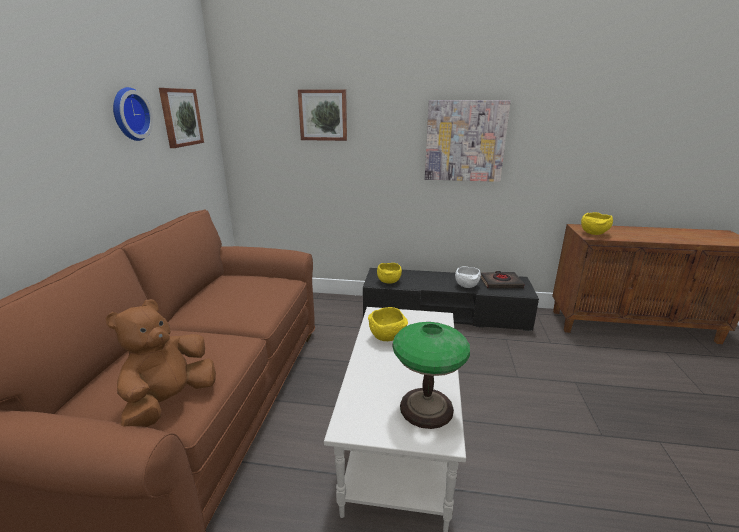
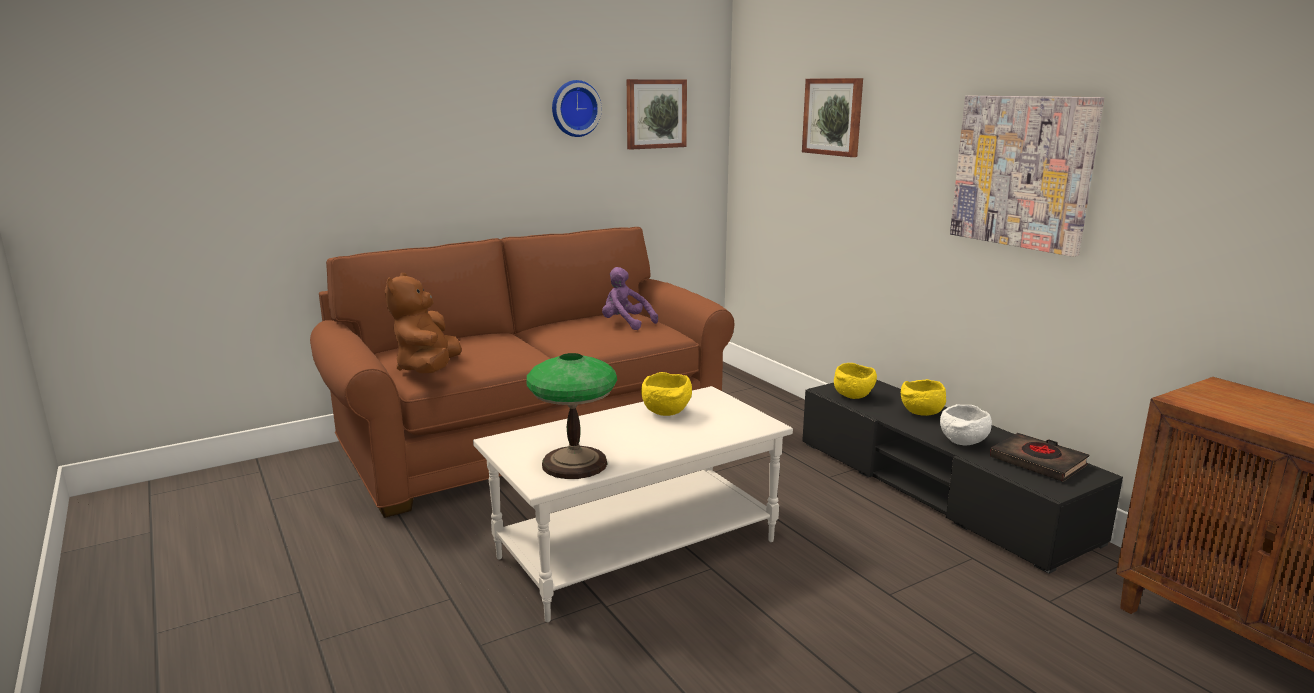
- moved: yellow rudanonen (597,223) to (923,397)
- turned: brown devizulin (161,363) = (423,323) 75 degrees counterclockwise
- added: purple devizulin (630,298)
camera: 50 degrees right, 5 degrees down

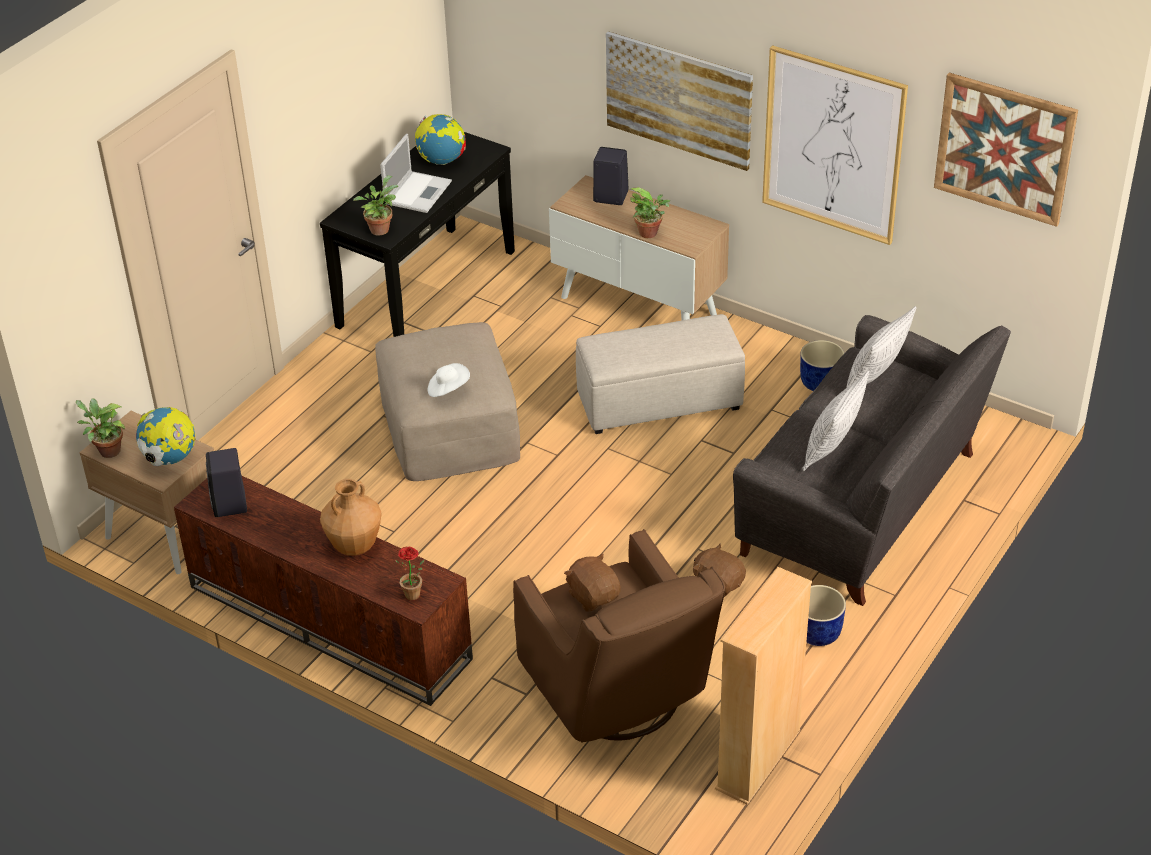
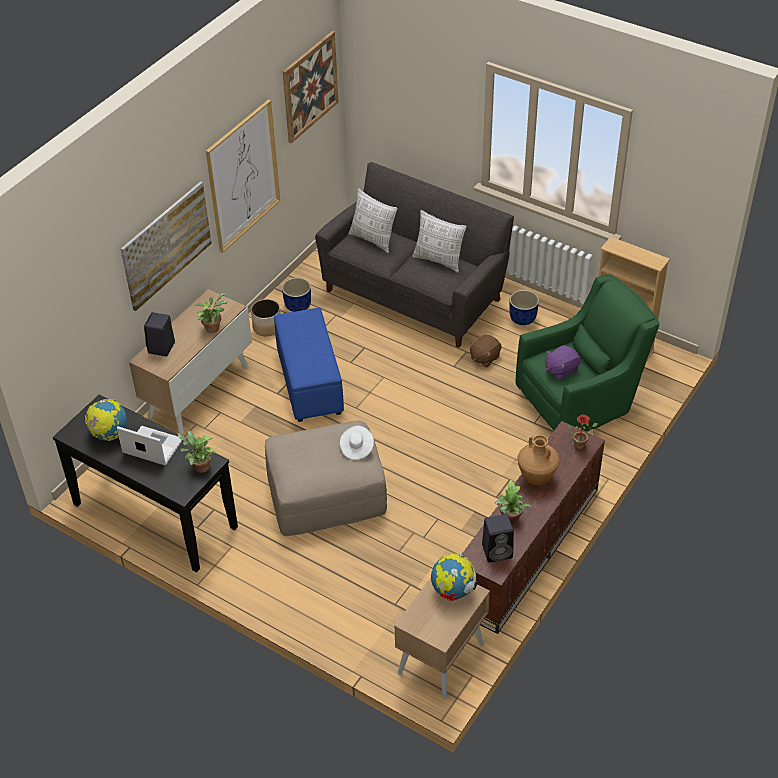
- recoloured: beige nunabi (660,374) to blue nunabi (309,364)
- moved: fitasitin (100,428) to (513,502)
- recoloured: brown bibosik (619,636) to green bibosik (587,353)
- recoloured: brown devizulin (592,583) to purple devizulin (563,362)
- added: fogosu (266,317)
camera: 90 degrees left, 5 degrees up

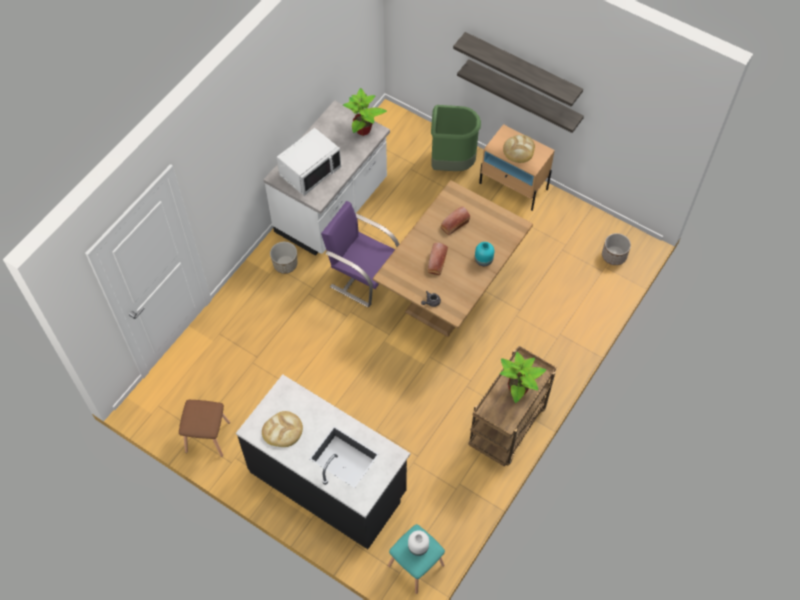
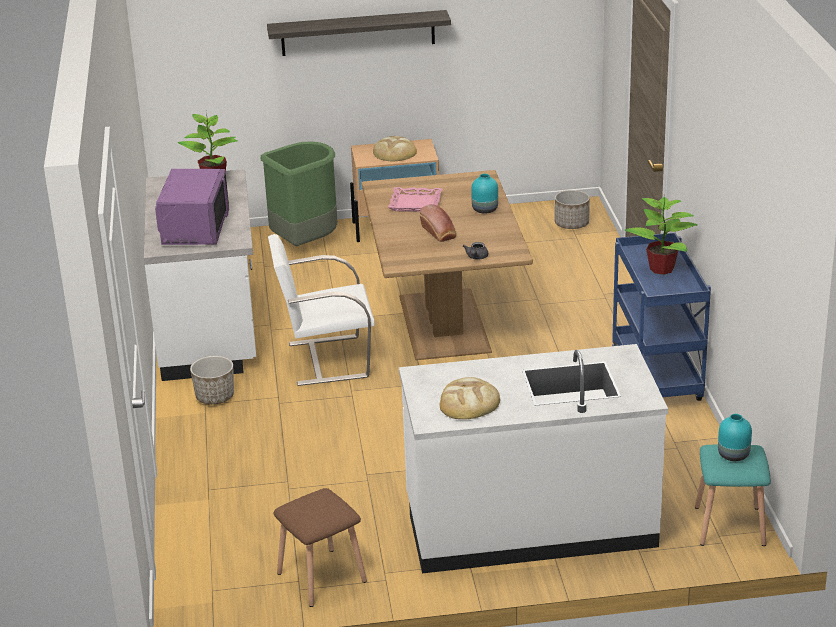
- removed: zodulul (520,96)
- recoloured: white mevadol (309,162) to purple mevadol (192,207)
- recoloured: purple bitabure (360,254) to white bitabure (321,310)
- replaced: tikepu (455,220) to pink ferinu (415,199)
- recoloured: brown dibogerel (512,406) to blue dibogerel (661,317)
- recoloured: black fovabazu (323,461) to white fovabazu (533,458)
- recoloured: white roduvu (418,543) to turquoise roduvu (735,437)
camera: 40 degrees left, 30 degrees down

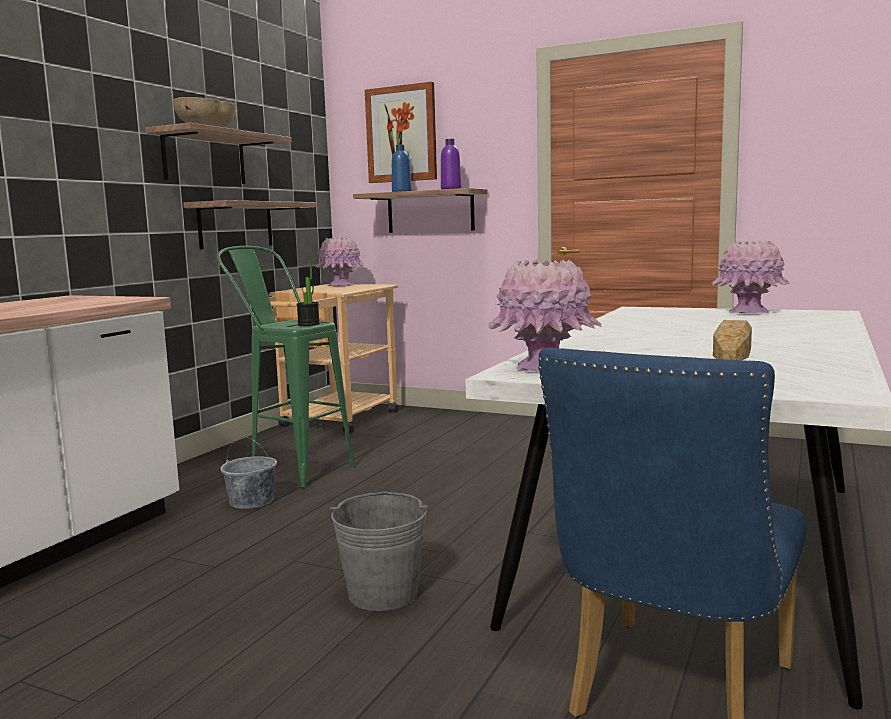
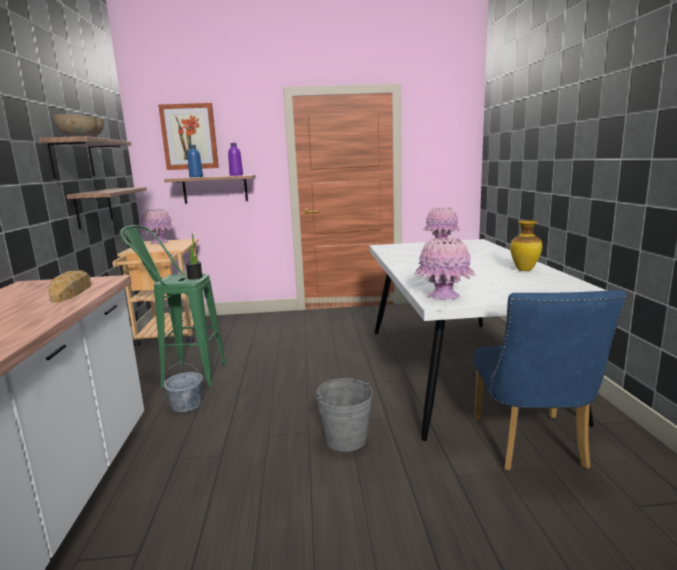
- moved: tikepu (732,340) to (69,286)
- added: roduvu (526,245)
camera: 30 degrees left, 5 degrees up

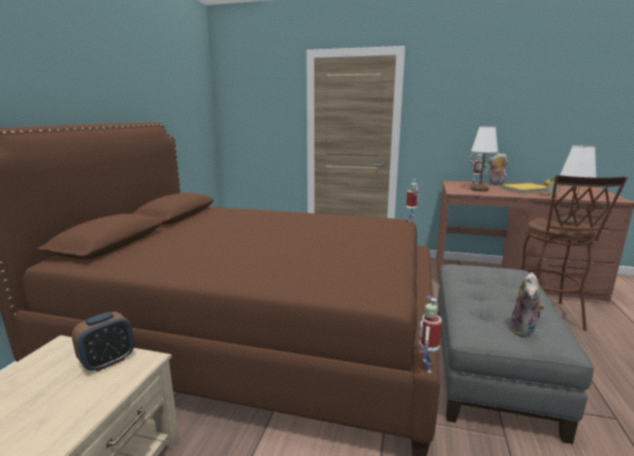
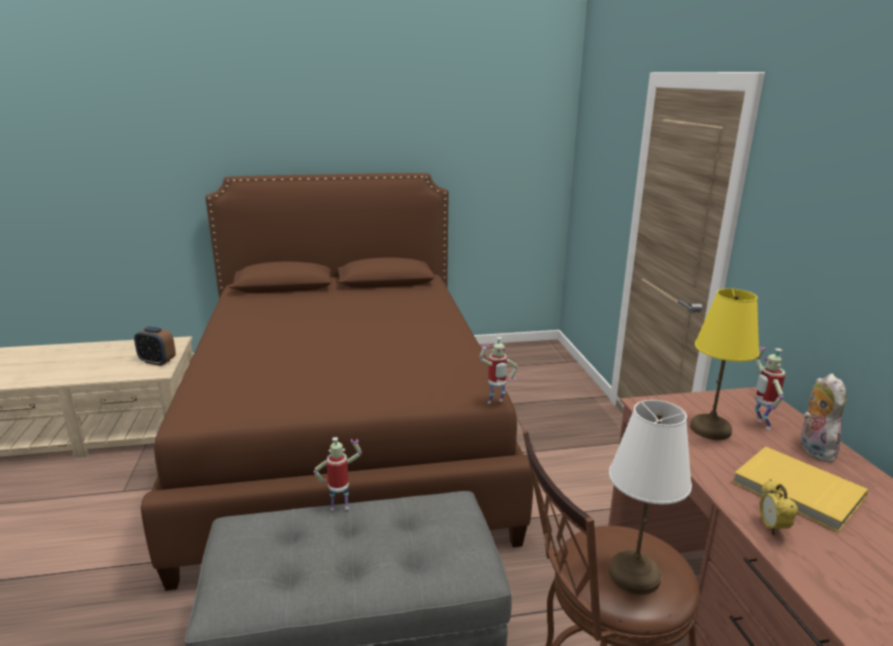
- recoloured: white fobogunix (484,159) to yellow fobogunix (724,364)
- removed: devizulin (527,305)
- moved: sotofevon (430,334) to (338,474)
camera: 65 degrees right, 5 degrees up

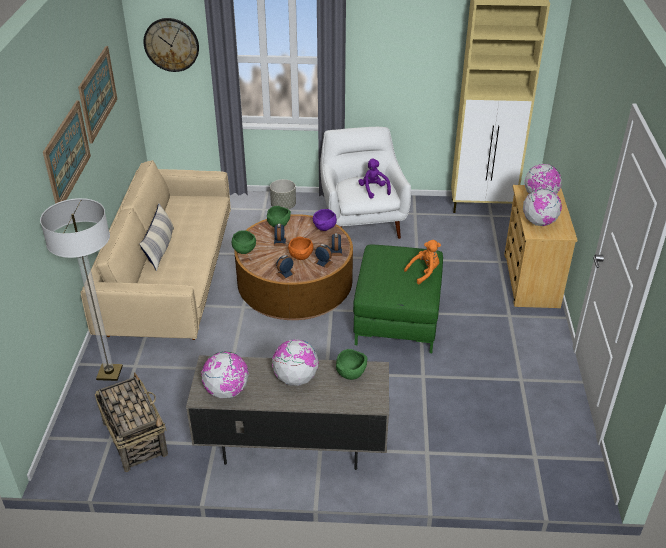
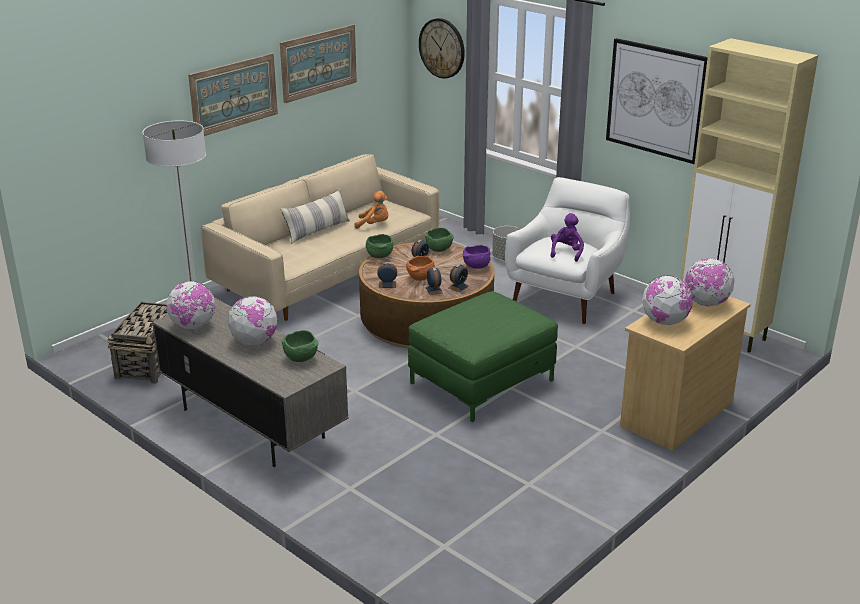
- moved: orange devizulin (422,262) to (371,210)
- added: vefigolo (657,101)
camera: 40 degrees right, 10 degrees down

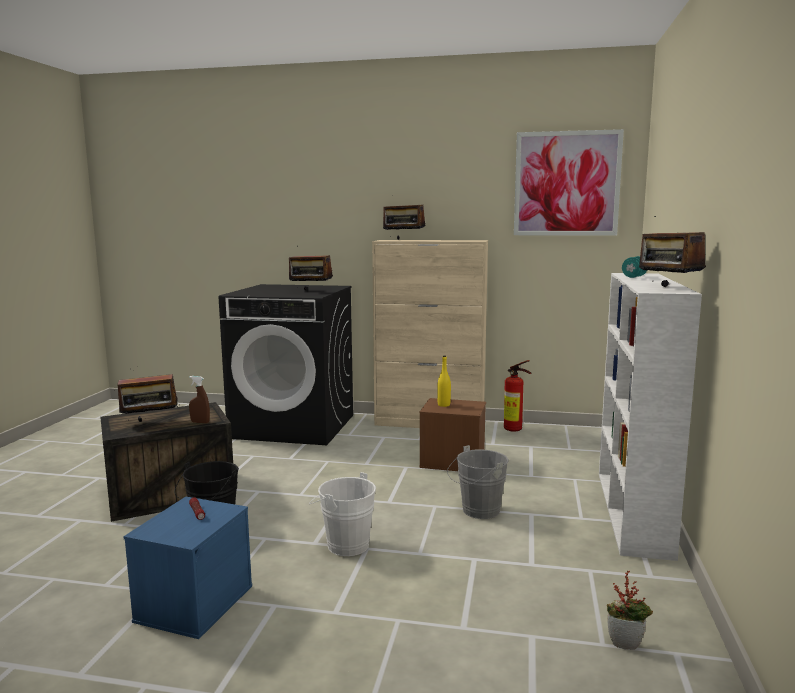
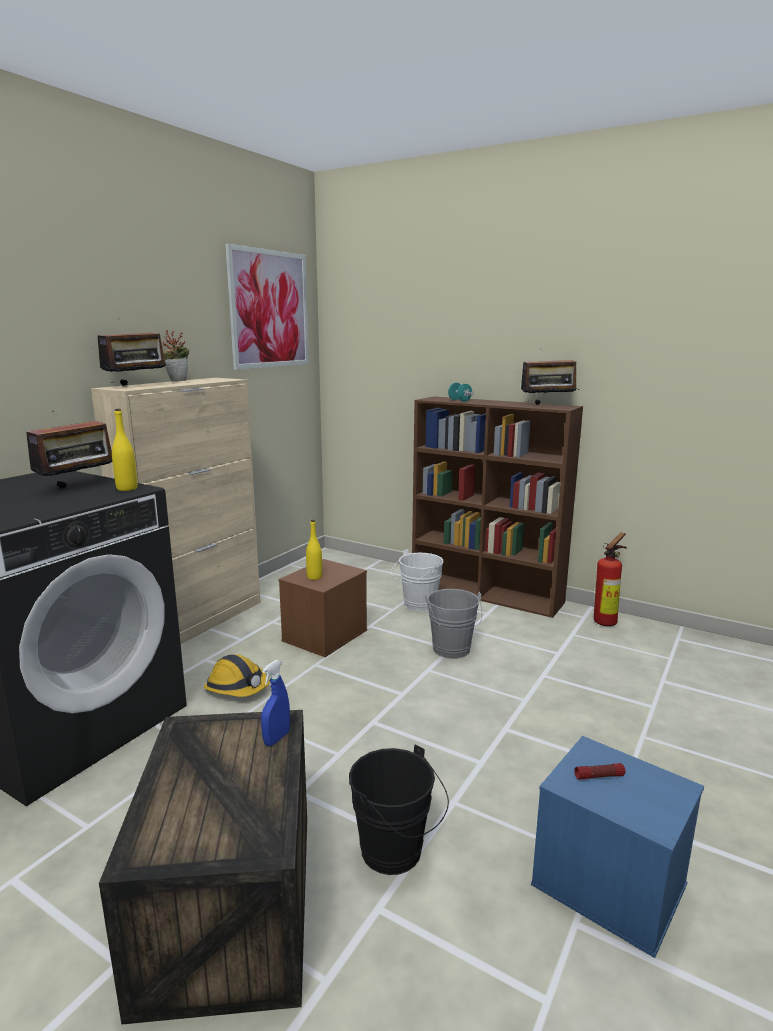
- recoloured: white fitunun (650,417) to brown fitunun (497,507)
- moved: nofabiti (517,396) to (610,579)
- removed: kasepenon (148,395)
- recoloured: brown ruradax (199,399) to blue ruradax (275,703)
- moved: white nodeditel (342,514) to (417,580)
- moved: fitasitin (630,610) to (176,356)
- added: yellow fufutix (124,450)
- added: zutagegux (237,675)
camera: 70 degrees left, 5 degrees up

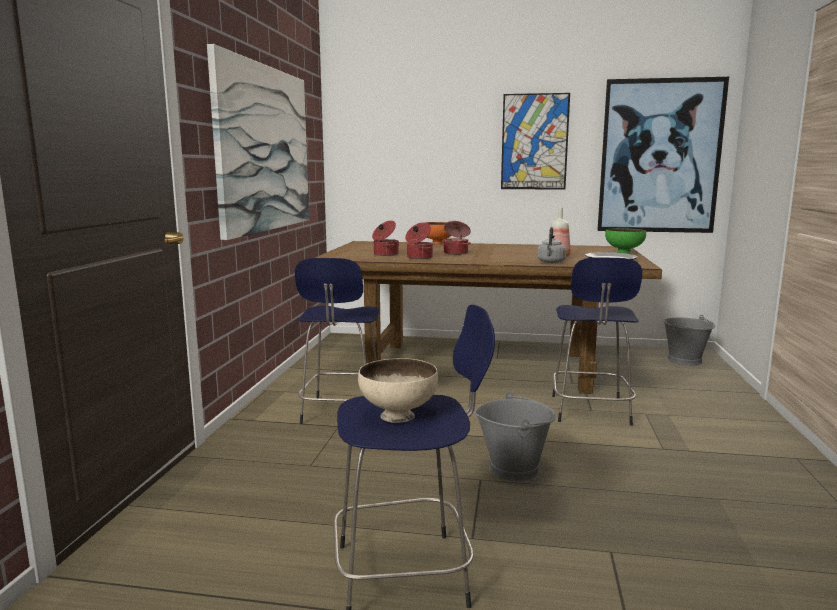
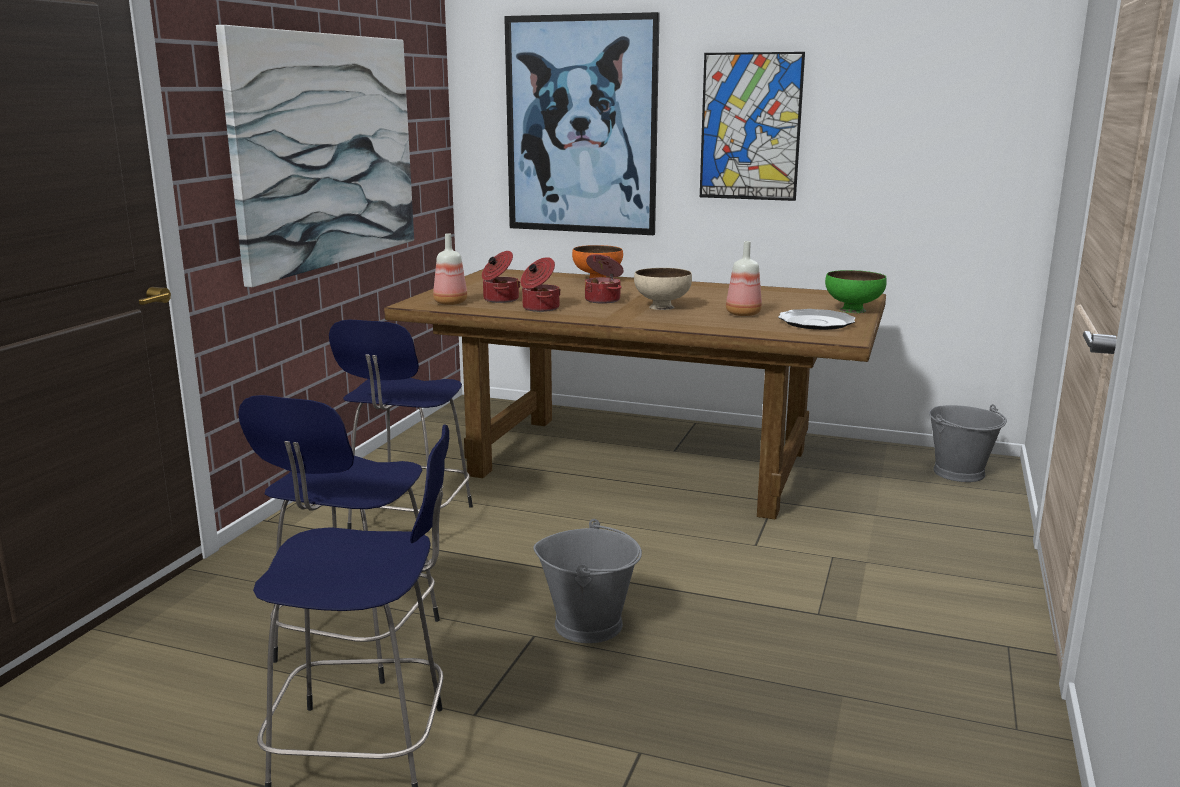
- moved: vefigolo (663,155) to (582,123)
- removed: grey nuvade (551,245)
- moved: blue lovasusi (597,341) to (339,539)
- moved: beige rudanonen (398,390) to (663,289)
- added: fufutix (450,269)
camera: 10 degrees right, 5 degrees up

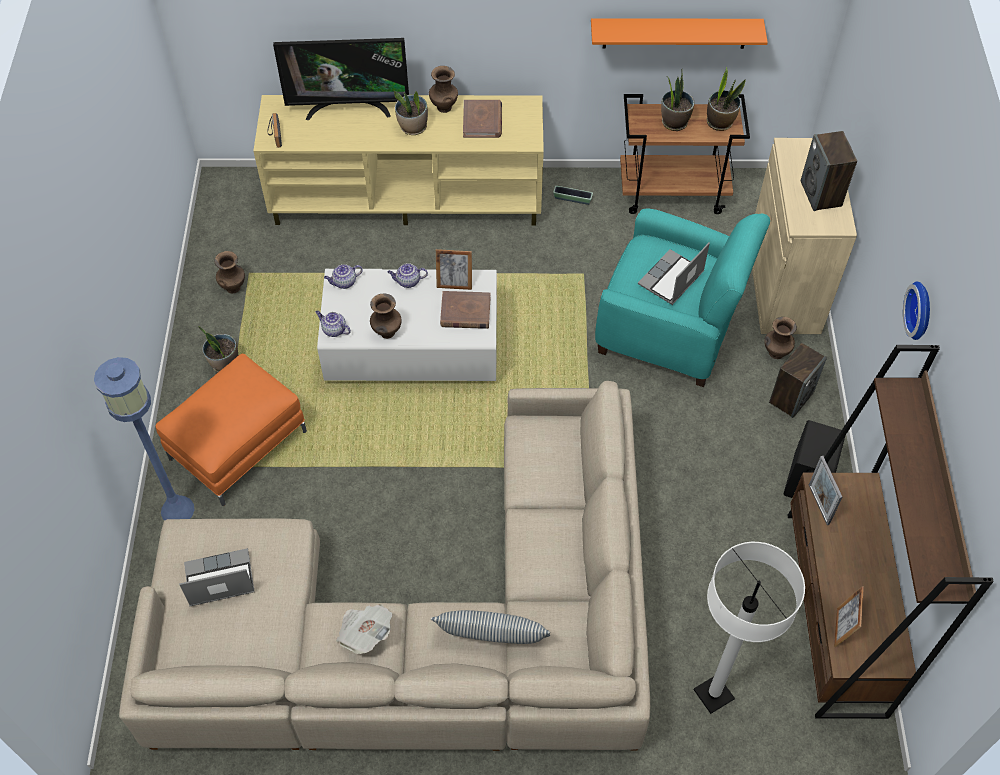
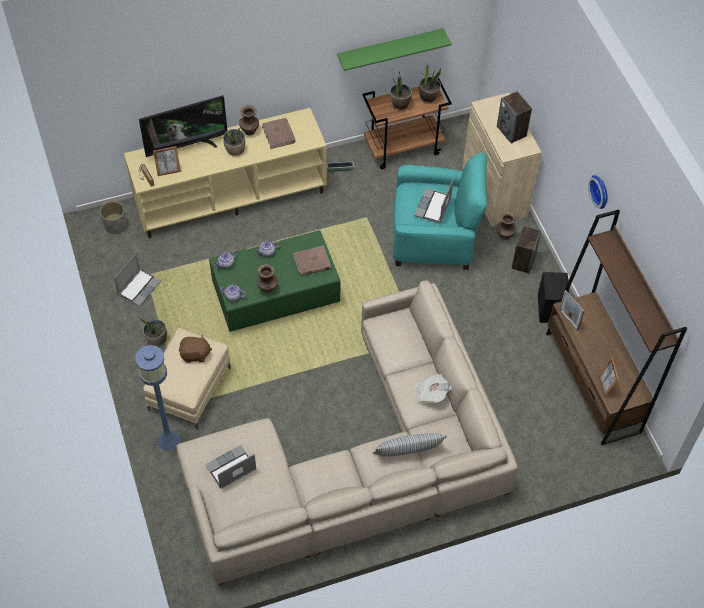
- recoloured: orange zodulul (679,33) to green zodulul (394,49)
- moved: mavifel (454,269) to (167,161)
- replaced: brown roduvu (230,272) to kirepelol (137,280)
- recoloured: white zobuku (407,325) to green zobuku (274,281)
- recoloured: orange nunabi (231,430) to beige nunabi (187,379)
- removed: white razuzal (749,628)
- moved: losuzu (364,629) to (433,388)
- added: grey fogosu (113,217)
- added: brown devizulin (195,348)
camera: 20 degrees left, 0 degrees up

